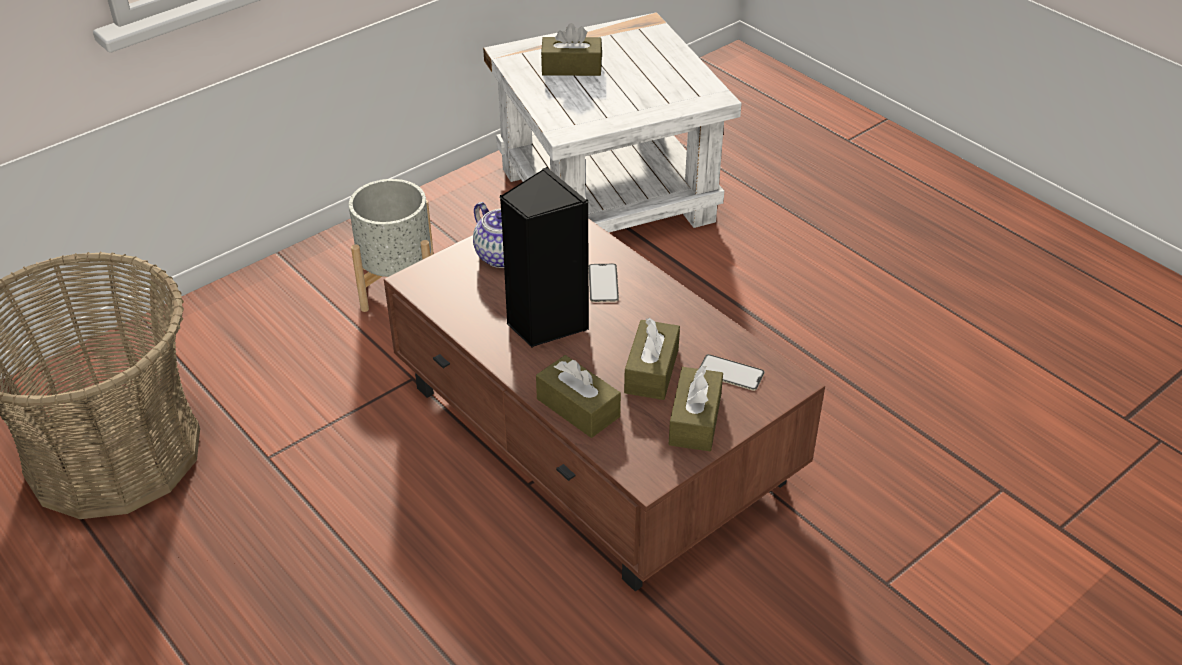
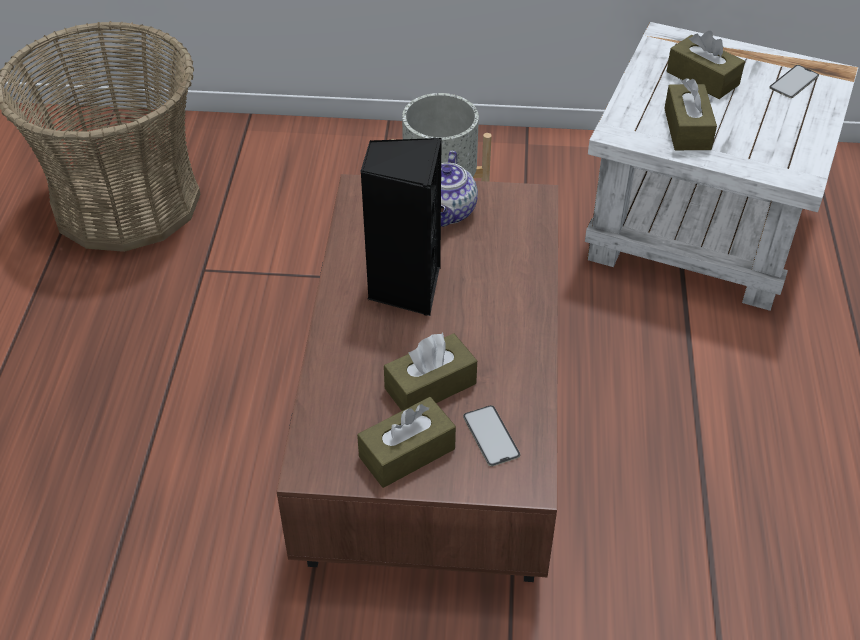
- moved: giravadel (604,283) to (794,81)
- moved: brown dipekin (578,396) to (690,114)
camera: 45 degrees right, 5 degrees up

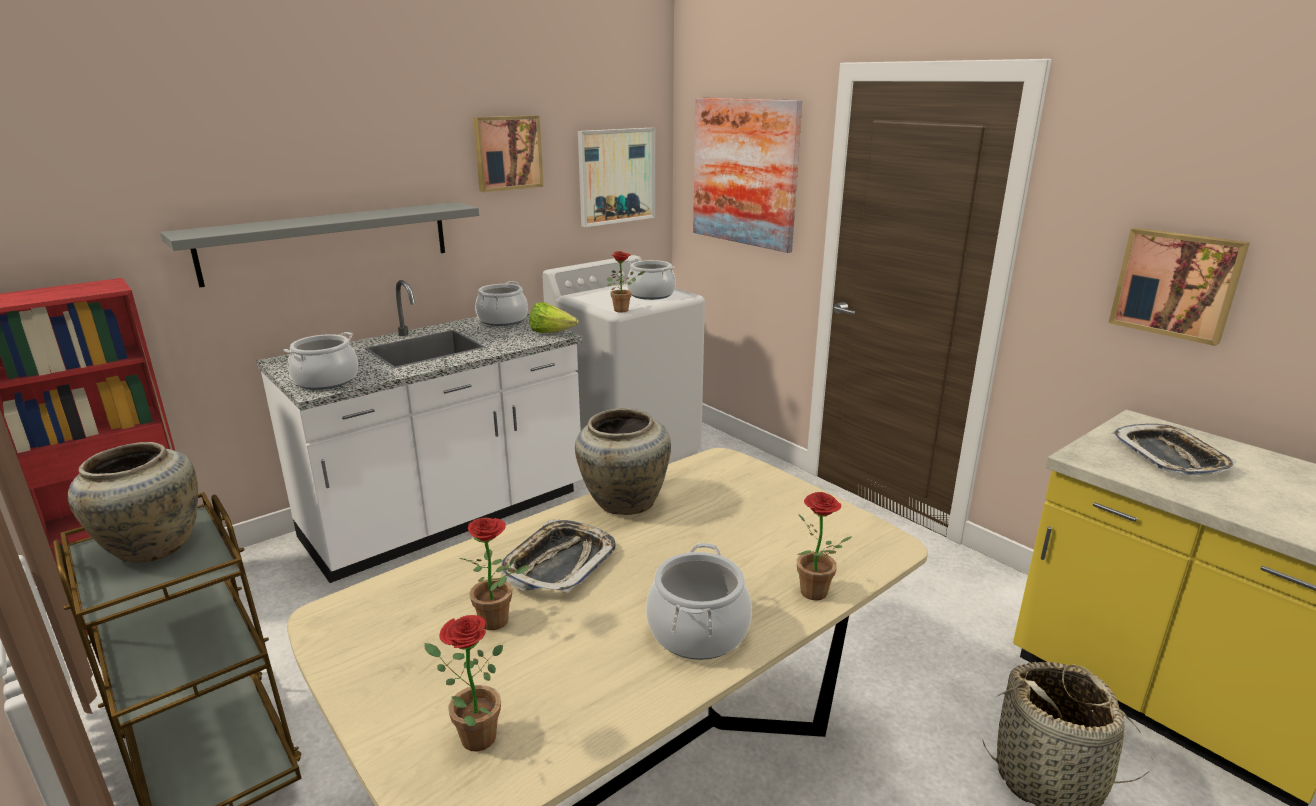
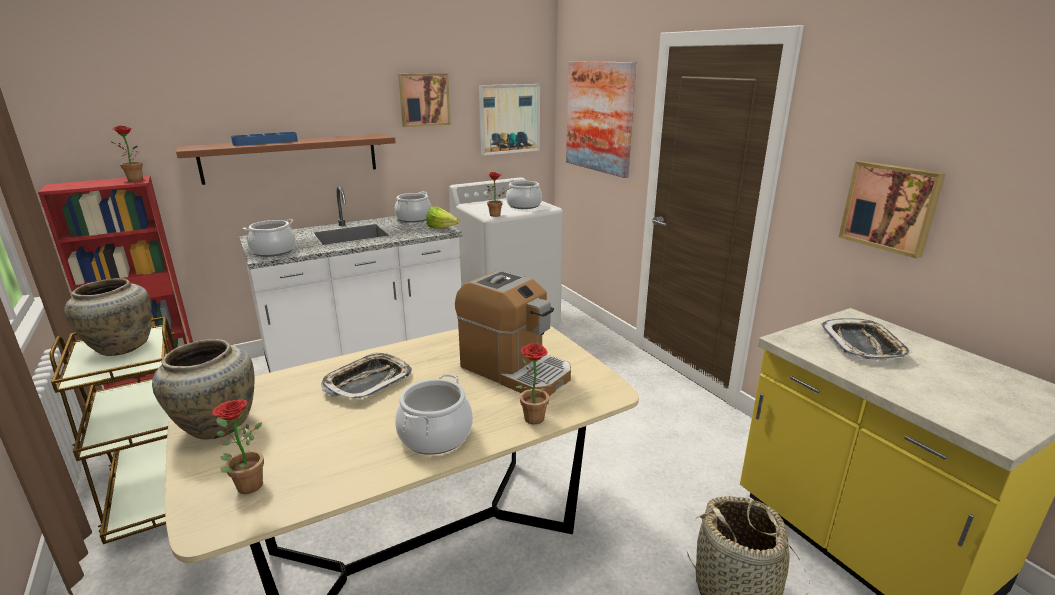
- recoloured: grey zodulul (319,244) to brown zodulul (286,159)
- moved: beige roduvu (623,461) to (203,389)
- moved: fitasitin (494,574) to (126,153)
- added: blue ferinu (264,139)
- added: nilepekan (513,333)
camera: 10 degrees right, 0 degrees up

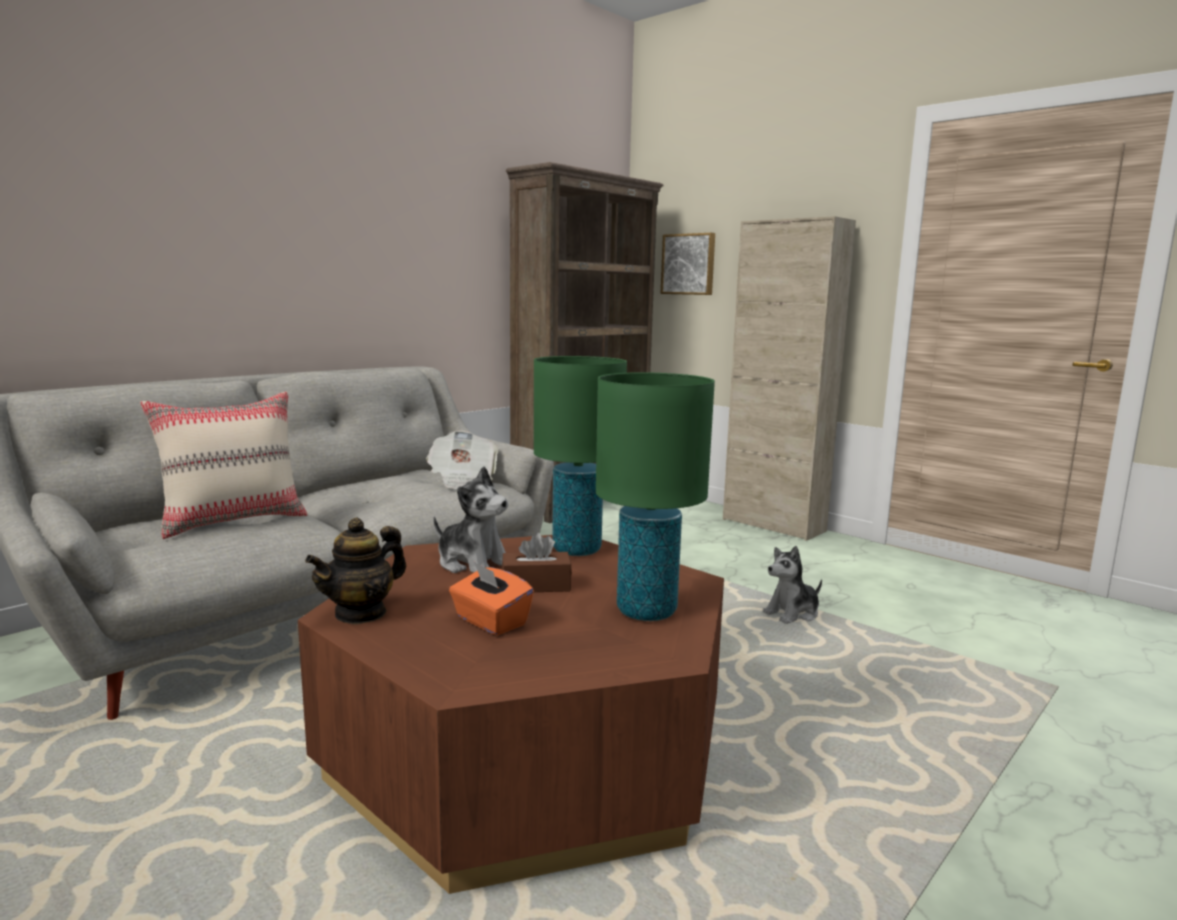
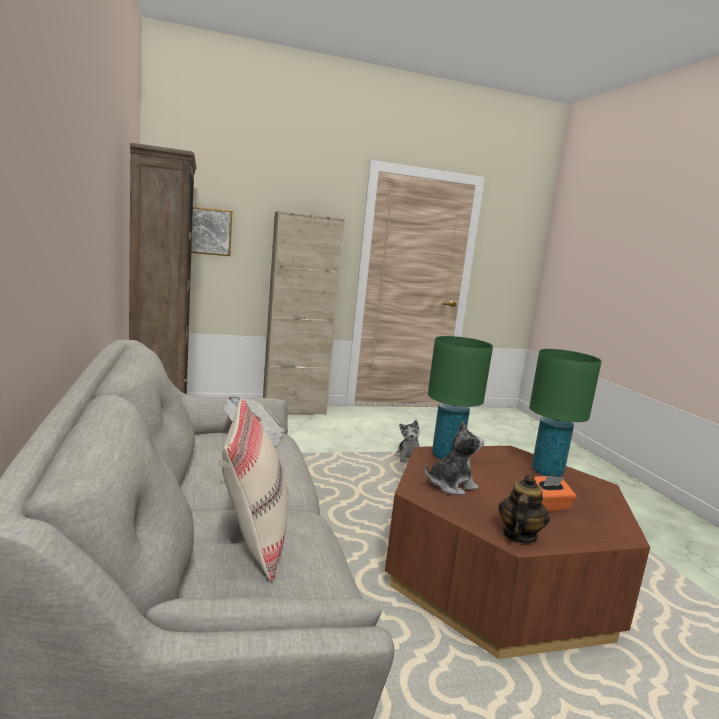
- turned: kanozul (355,571) = (524,508) 135 degrees counterclockwise
- removed: brown dipekin (537,562)
camera: 60 degrees left, 0 degrees up

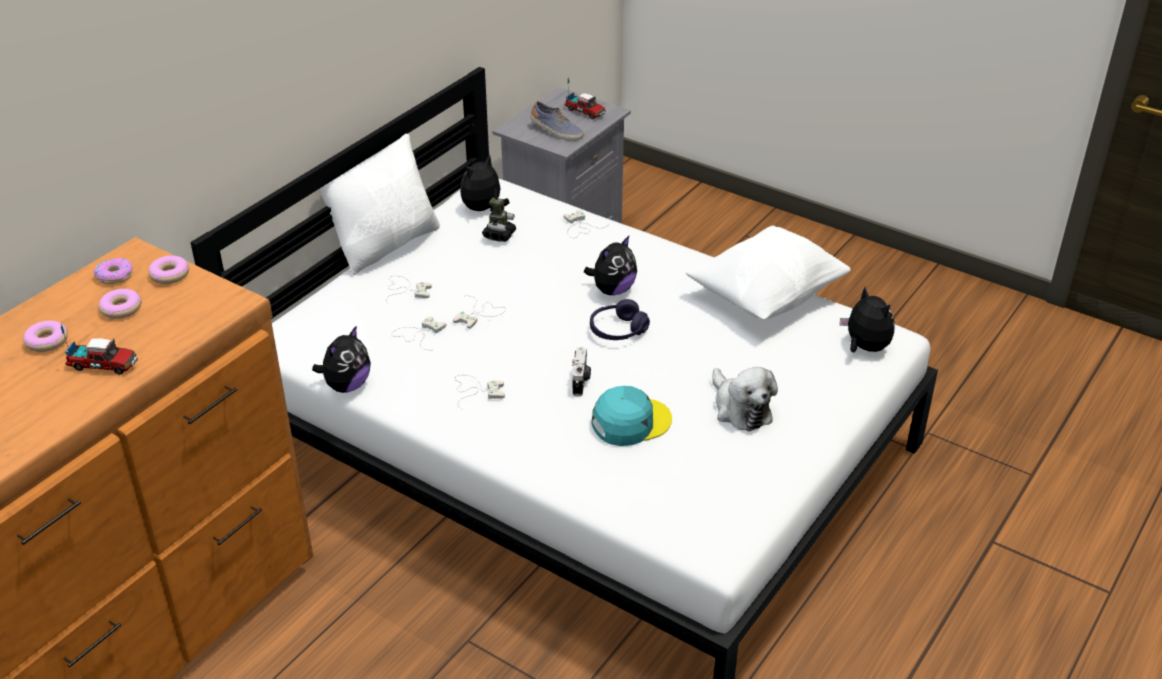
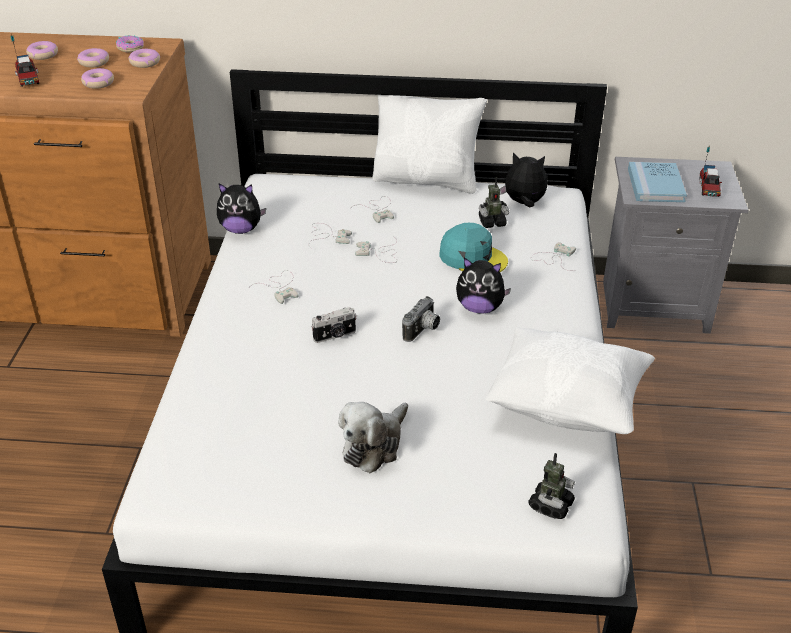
- replaced: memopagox (557,120) to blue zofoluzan (657,182)
- replaced: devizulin (867,319) to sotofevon (551,486)
- replaced: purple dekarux (620,319) to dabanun (421,319)
- moved: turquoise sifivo (632,416) to (473,247)
- added: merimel (97,78)
camera: 60 degrees right, 0 degrees up

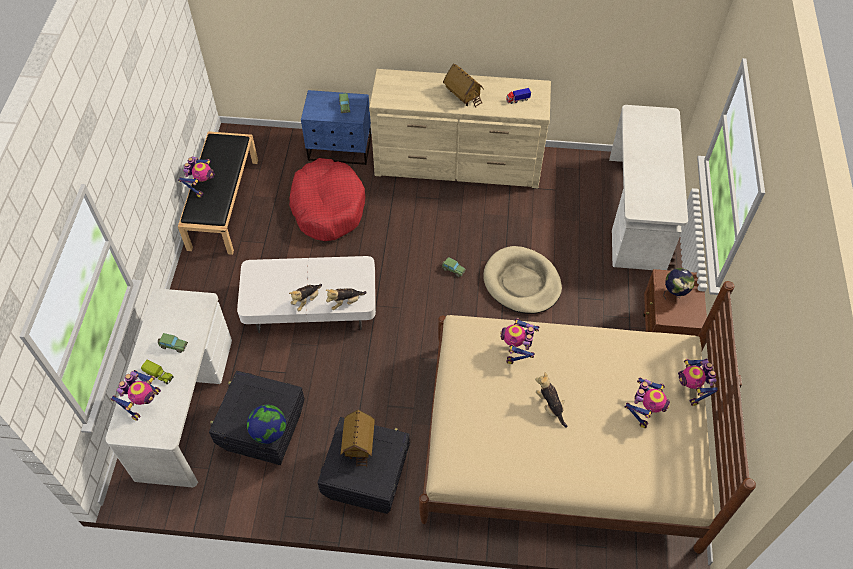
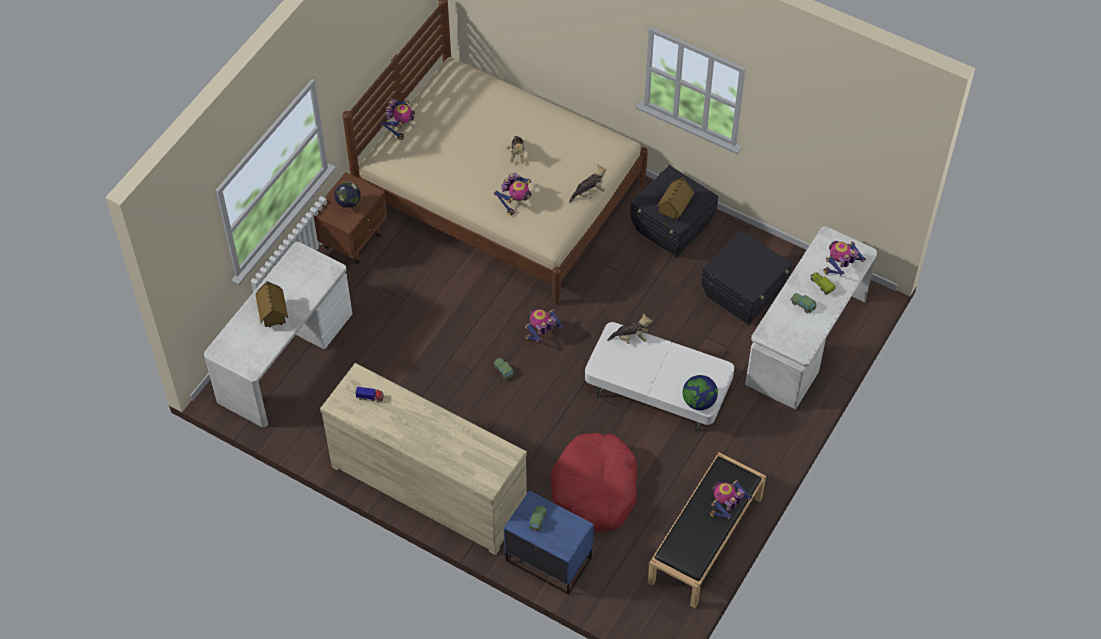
- moved: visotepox (463,85) to (271,304)
- removed: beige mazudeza (522,280)
- moved: devizulin (305,297) to (588,183)
- moved: sotofevon (647,403) to (544,325)
- moved: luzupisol (266,424) to (700,392)
camera: 155 degrees left, 0 degrees up

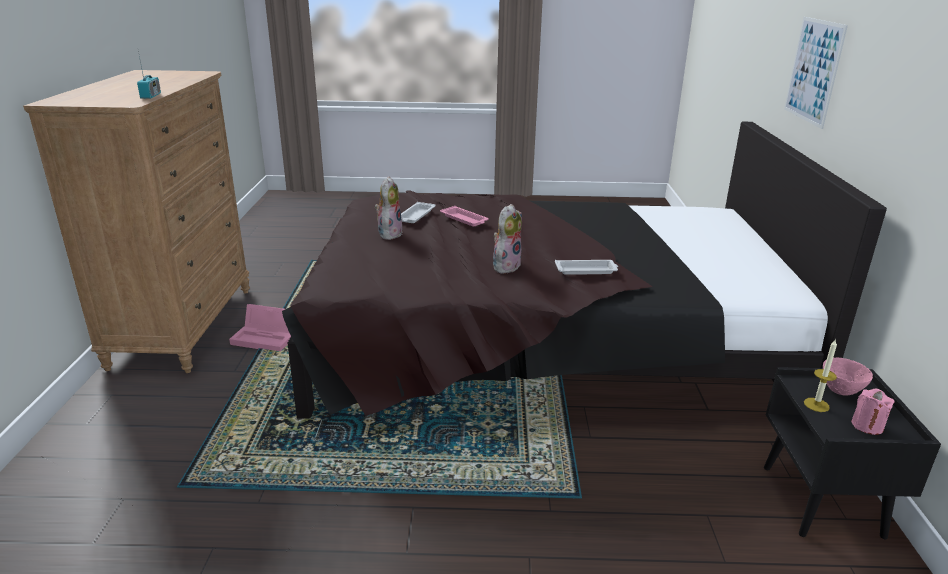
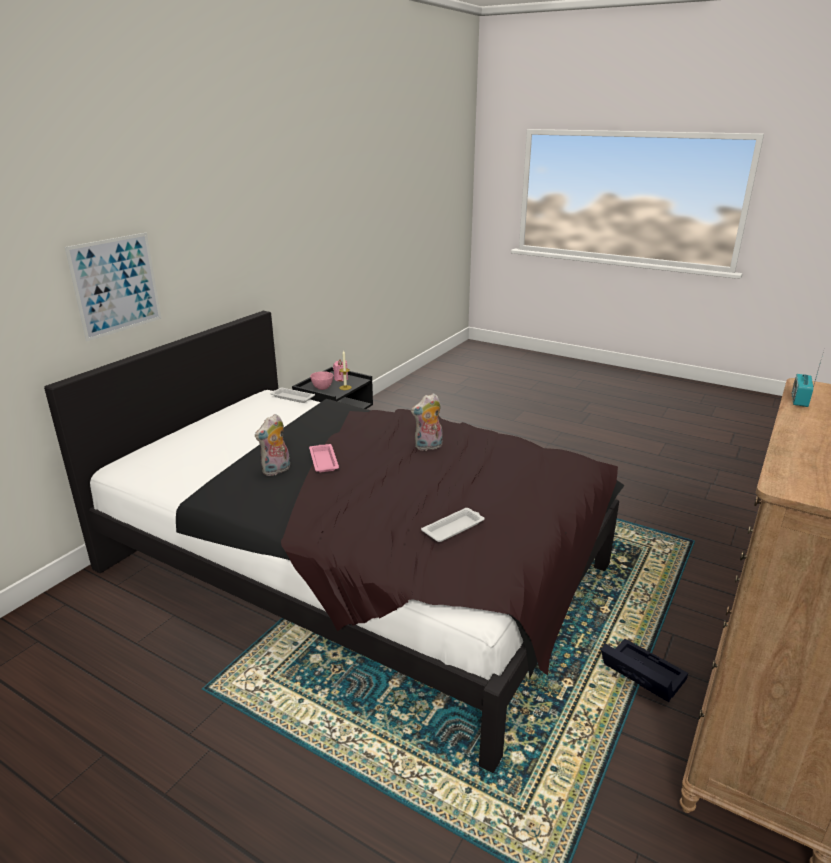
- moved: devizulin (389,208) to (272,445)
- moved: pink ferinu (464,216) to (324,458)
- moved: white ferinu (586,267) to (292,395)
- recoloured: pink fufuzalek (260,327) to black fufuzalek (644,670)
camera: 150 degrees left, 0 degrees up

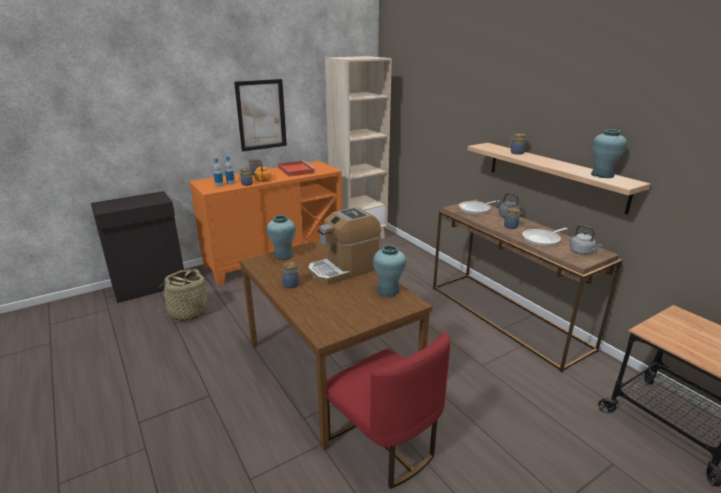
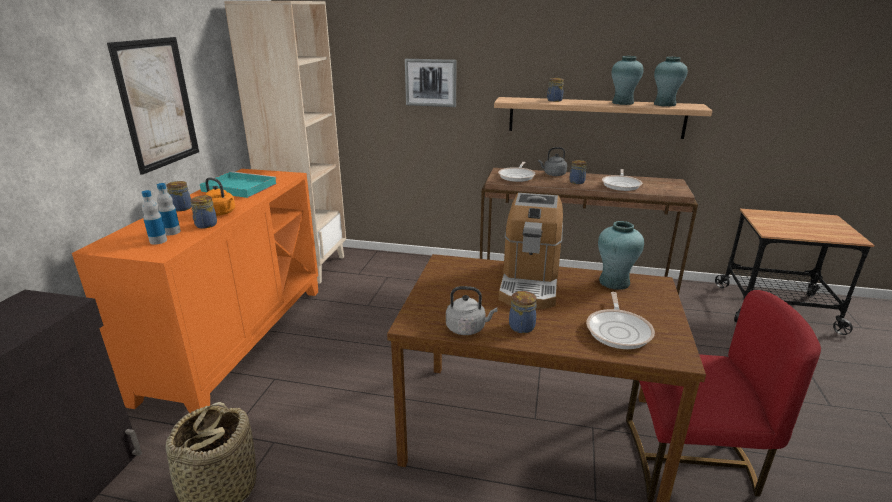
- recoloured: red ferinu (297,169) to turquoise ferinu (238,184)
- moved: turquoise roduvu (281,237) to (627,80)
- moved: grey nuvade (586,240) to (471,310)
- added: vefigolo (431,83)
- added: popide (620,320)
camera: 45 degrees left, 0 degrees up

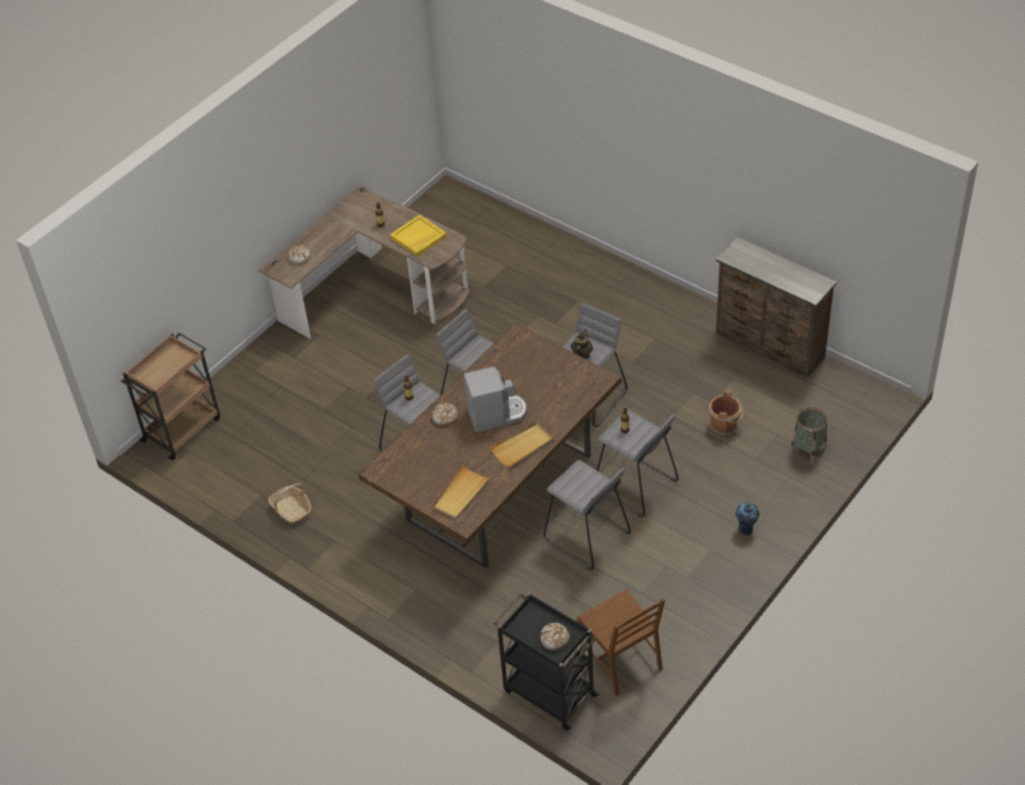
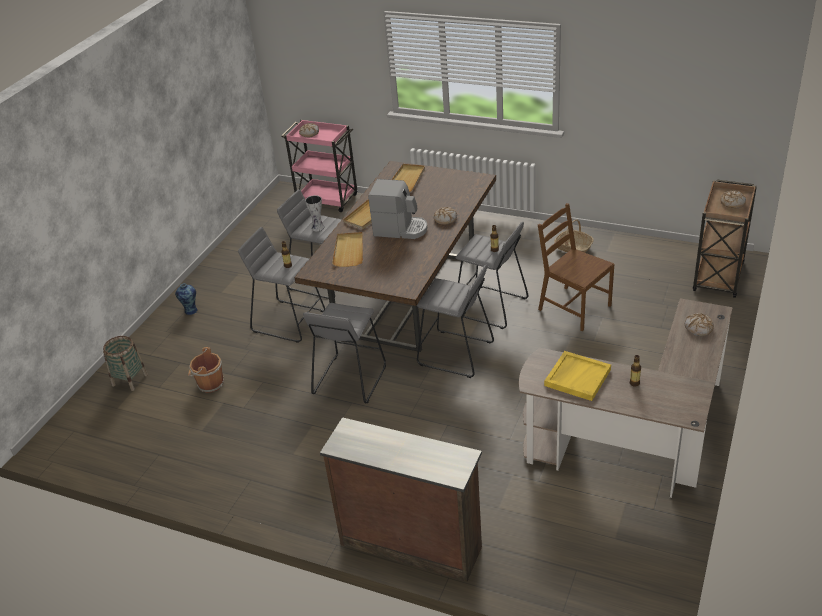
- moved: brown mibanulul (776,307) to (401,499)
- removed: kanozul (582,344)
- turned: nilepekan (495,399) = (397,209) 135 degrees counterclockwise
- moved: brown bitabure (621,642) to (576,267)
- recoloured: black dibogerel (547,661) to pink dibogerel (319,165)
- added: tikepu (733,199)
- added: roduvu (314,213)
- added: beige ferinu (347,249)
camera: 165 degrees right, 10 degrees down

